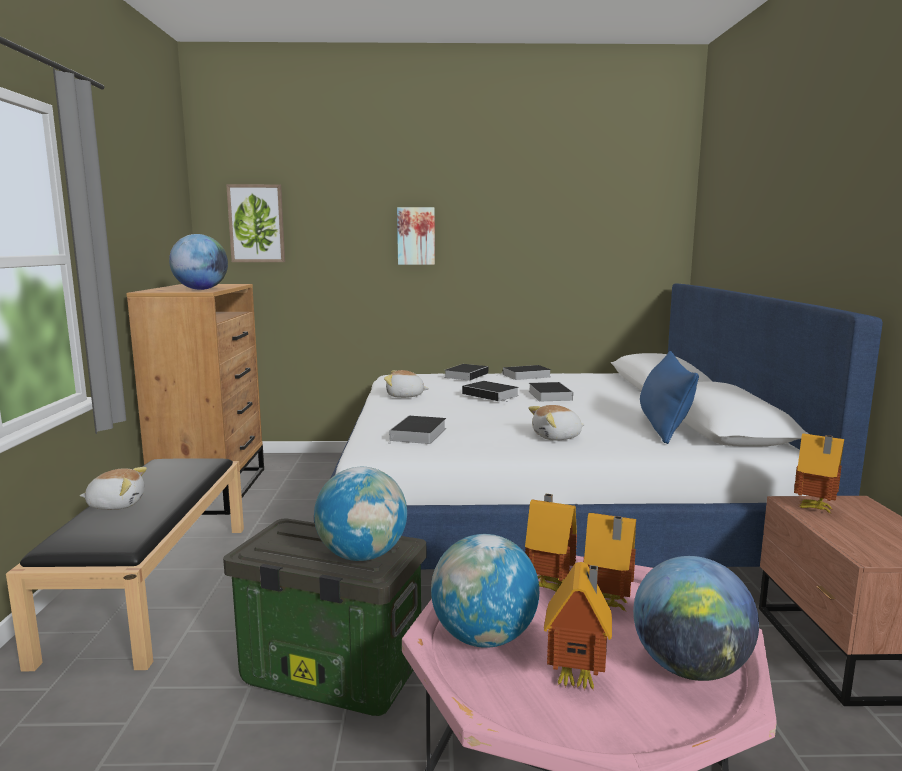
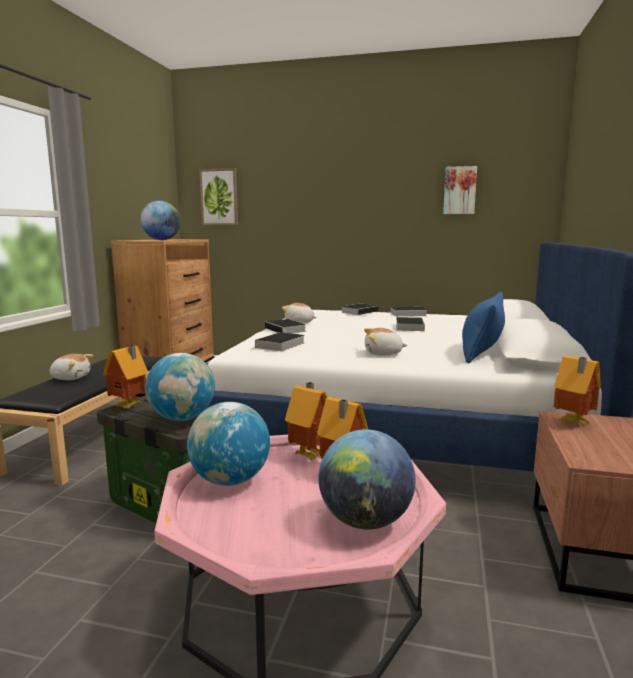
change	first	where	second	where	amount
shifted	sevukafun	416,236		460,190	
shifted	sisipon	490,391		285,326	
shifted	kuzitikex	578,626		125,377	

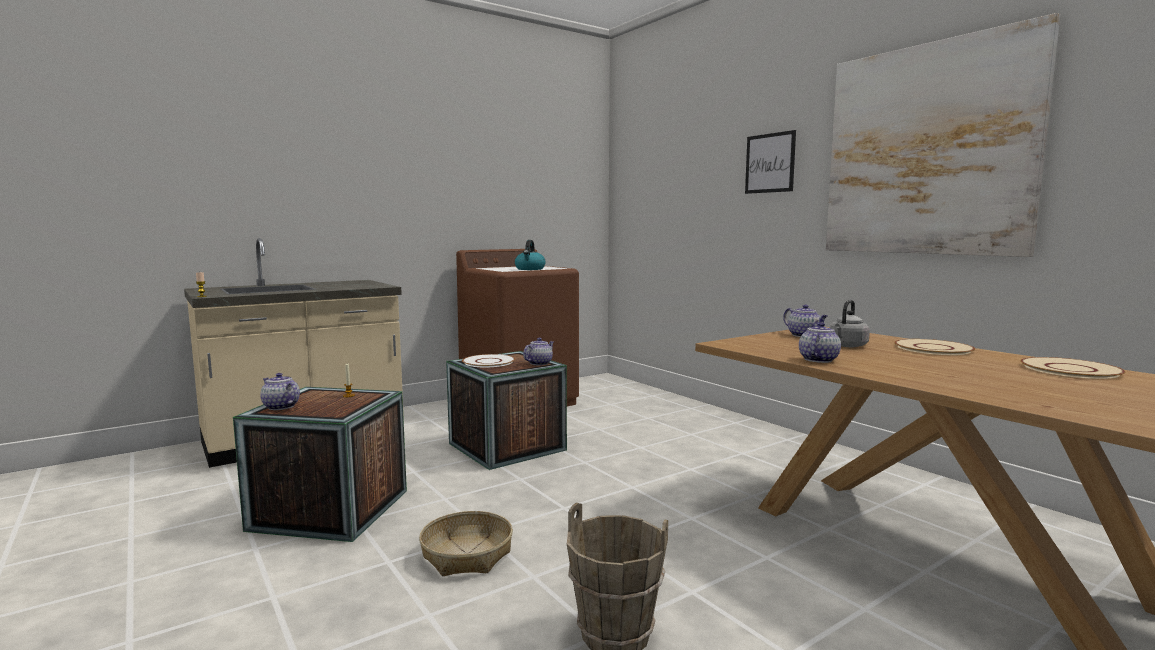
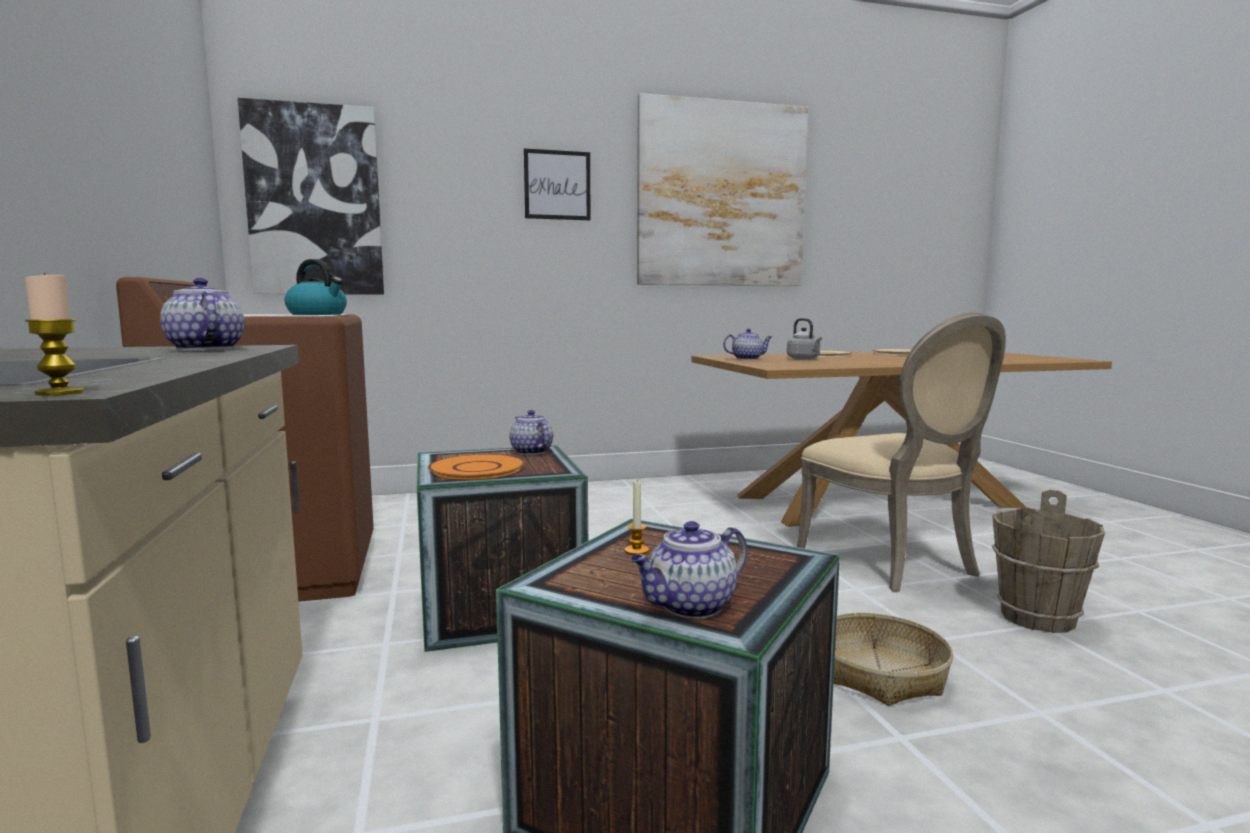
change	first	where	second	where	amount
shifted	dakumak	820,342		202,314	
repainted	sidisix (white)	488,361	sidisix (orange)	476,467	
new			sevukafun	311,196	
new			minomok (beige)	901,452	

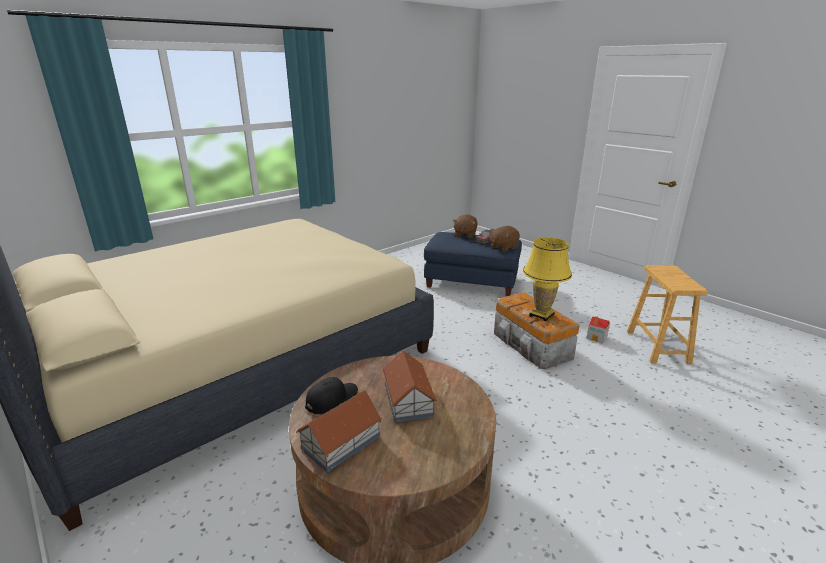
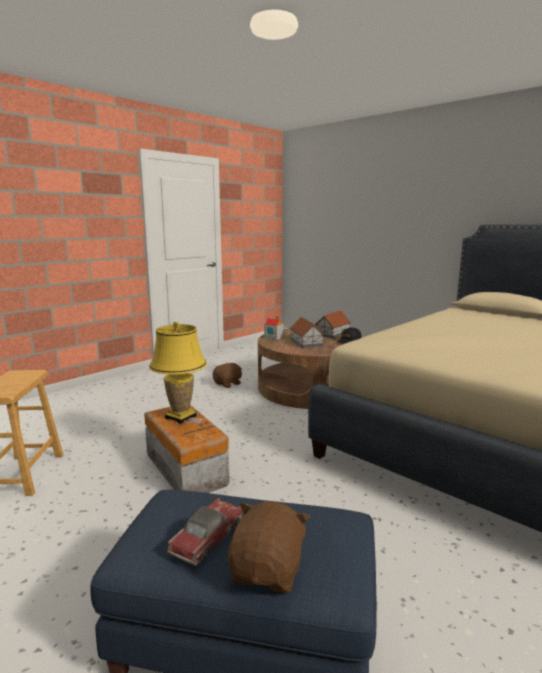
change	first	where	second	where	amount
shifted	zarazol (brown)	505,238		227,375	
shifted	kuzitikex	598,330		273,327	

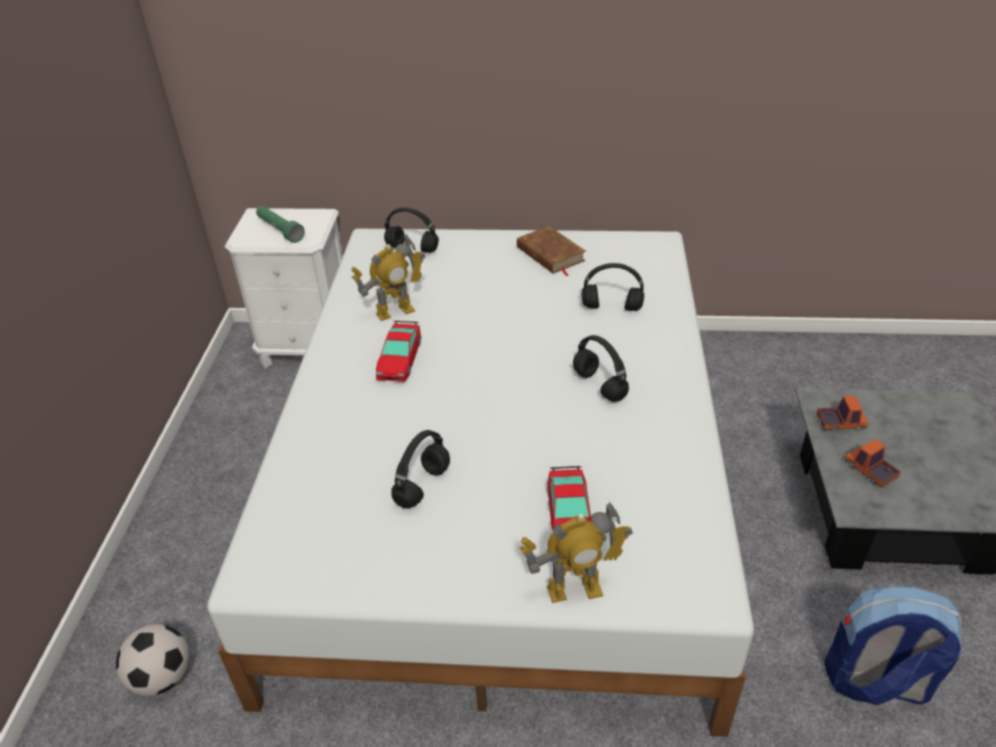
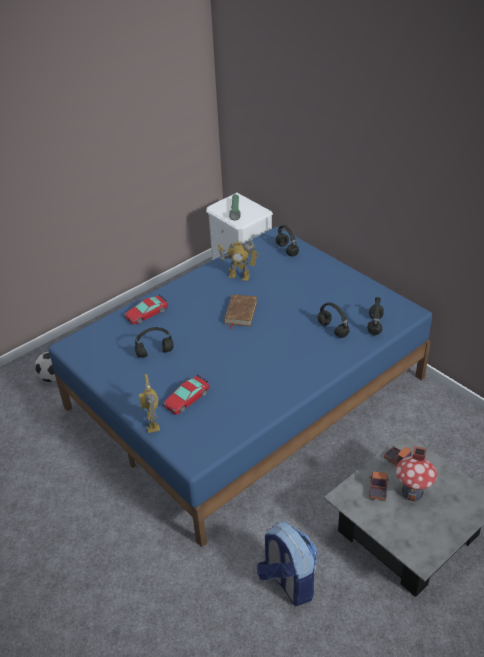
change	first	where	second	where	amount
shifted	sisipon (brown)	551,251		240,311	
repainted	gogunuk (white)	480,483	gogunuk (blue)	240,387	
shifted	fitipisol	398,351		146,309	
shifted	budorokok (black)	601,368		375,316	
rotated	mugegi	576,553		149,403	45 degrees clockwise
new			kuzitikex	416,474	

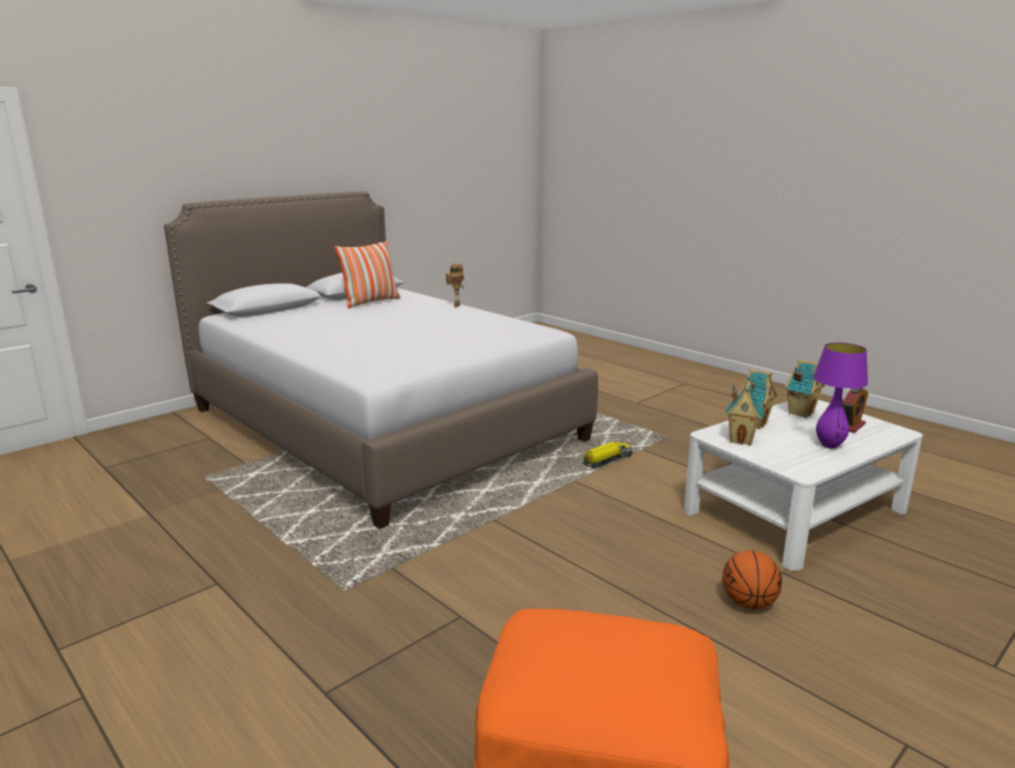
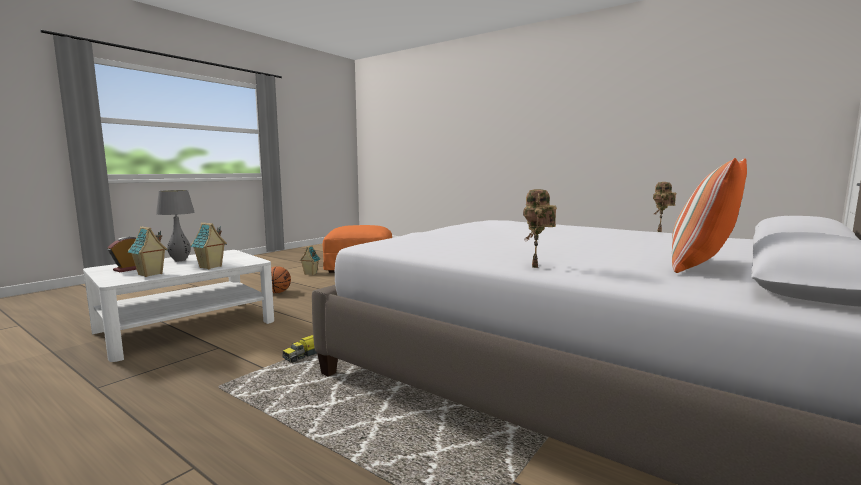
change	first	where	second	where	amount
repainted	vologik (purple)	840,396	vologik (grey)	175,225	
shifted	kuzitikex	744,413		310,260	
new			mugegi	664,207	

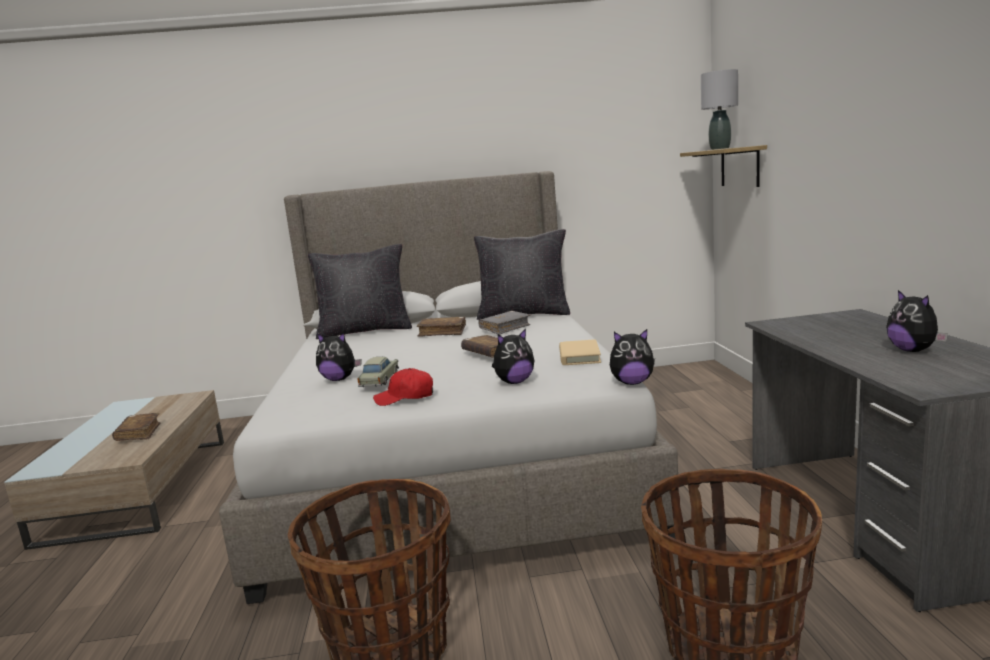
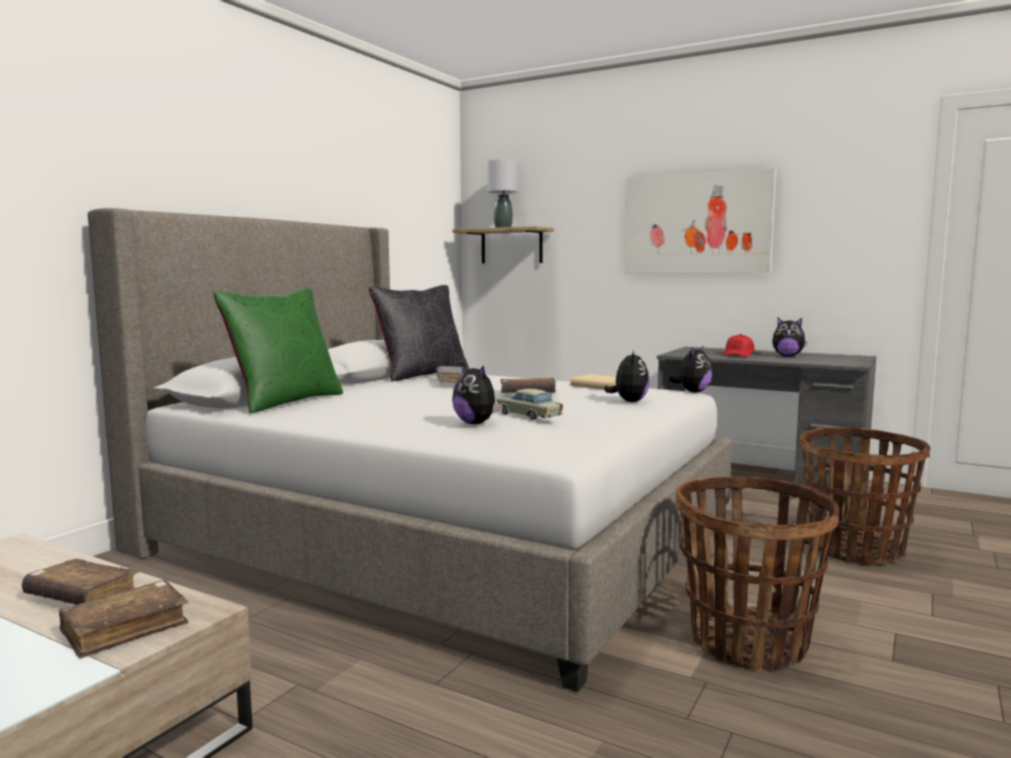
change	first	where	second	where	amount
repainted	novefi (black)	360,291	novefi (green)	278,351	
shifted	sisipon (brown)	441,327		124,619	
rotated	zarazol	338,356		477,393	90 degrees clockwise
shifted	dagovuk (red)	403,387		739,345	
new			sevukafun	700,220	

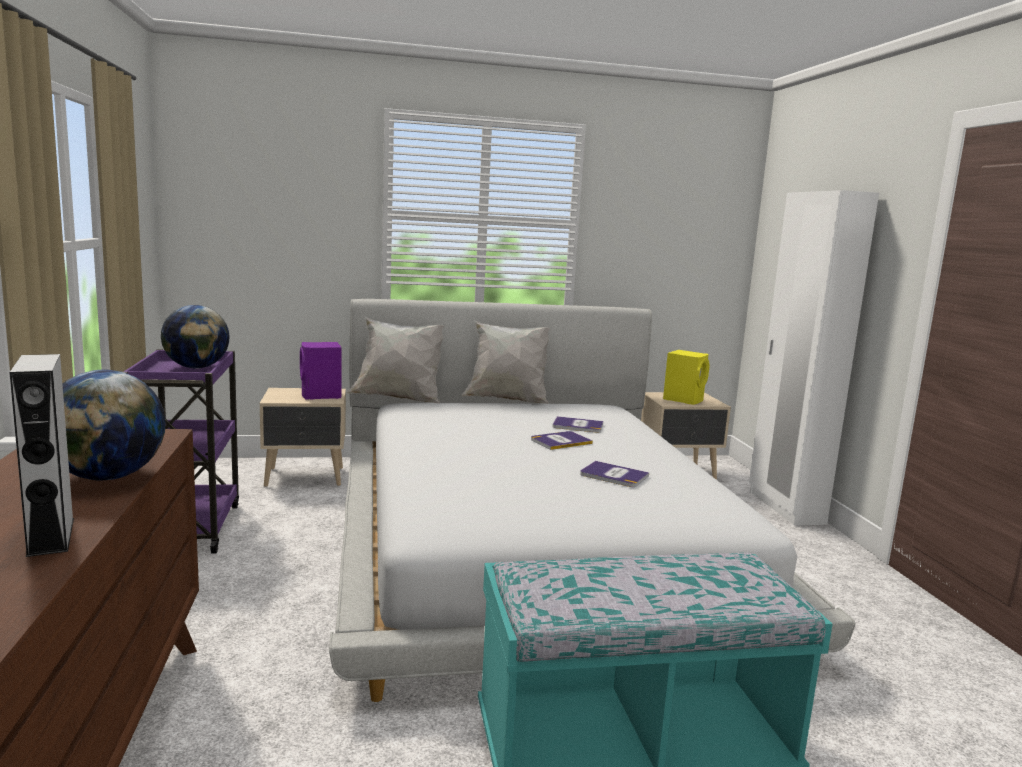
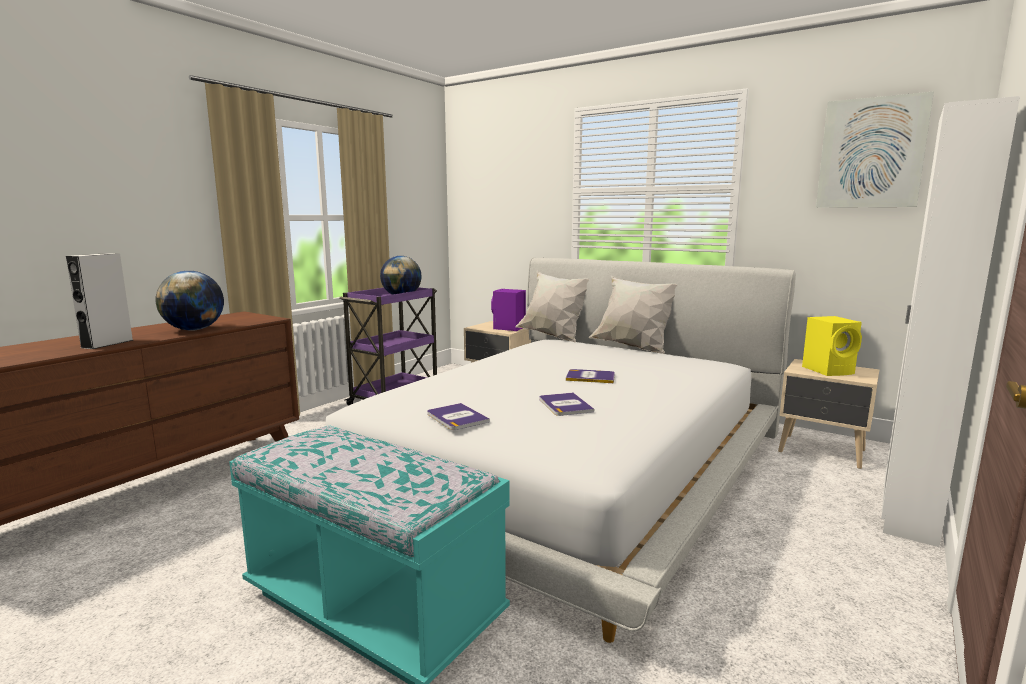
change	first	where	second	where	amount
shifted	sisipon	577,424		458,416	
new			sevukafun	875,149	

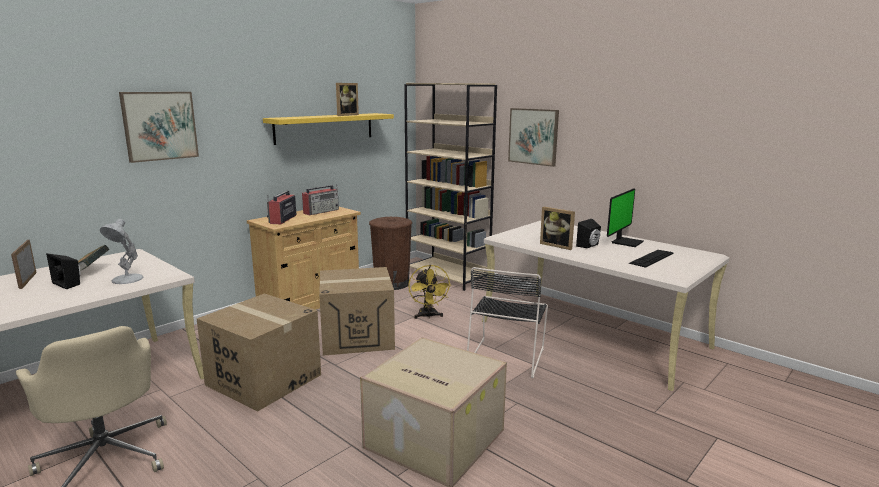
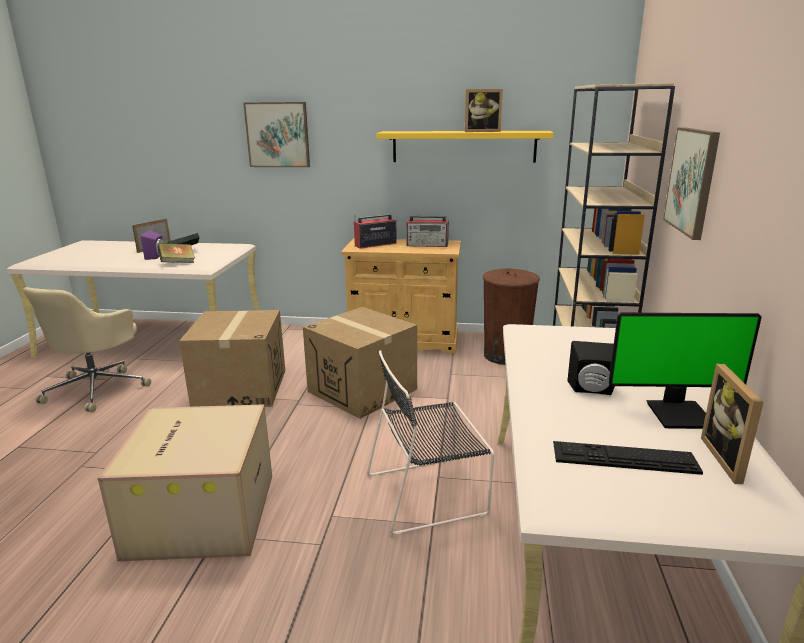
change	first	where	second	where	amount
shifted	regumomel	557,228		732,424	
swapped	vologik (white)	122,251	sisipon	176,253	
repainted	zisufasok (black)	63,271	zisufasok (purple)	152,245	
gone	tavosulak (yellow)	429,292			

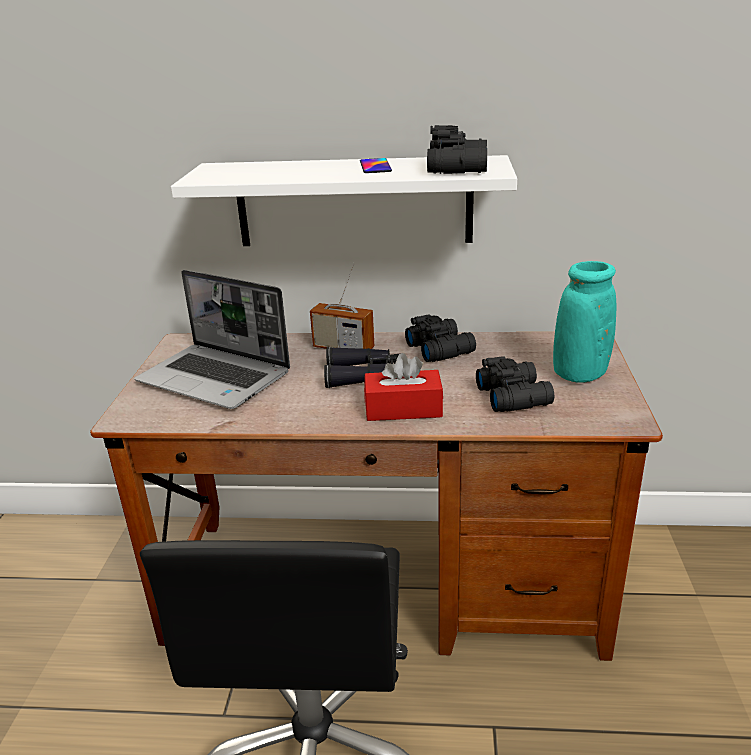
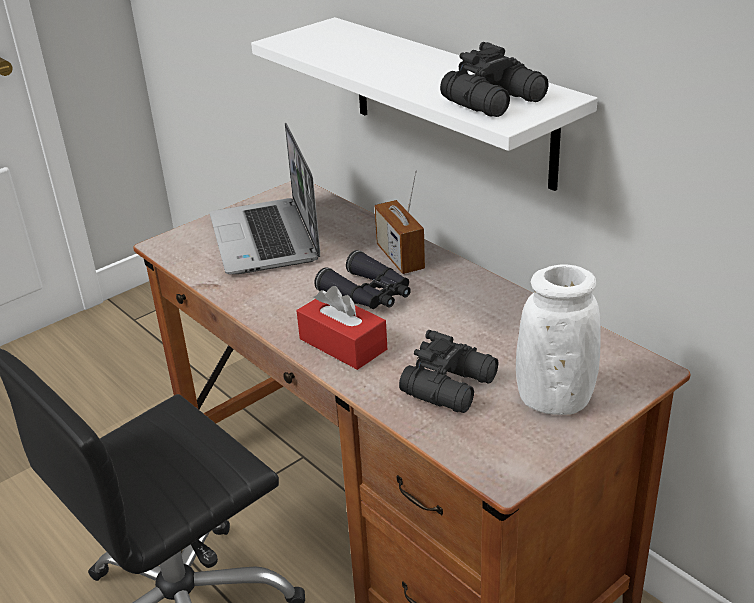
change	first	where	second	where	amount
gone	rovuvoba	376,165			
repainted	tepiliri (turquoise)	584,322	tepiliri (white)	558,339	
gone	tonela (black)	440,338			

